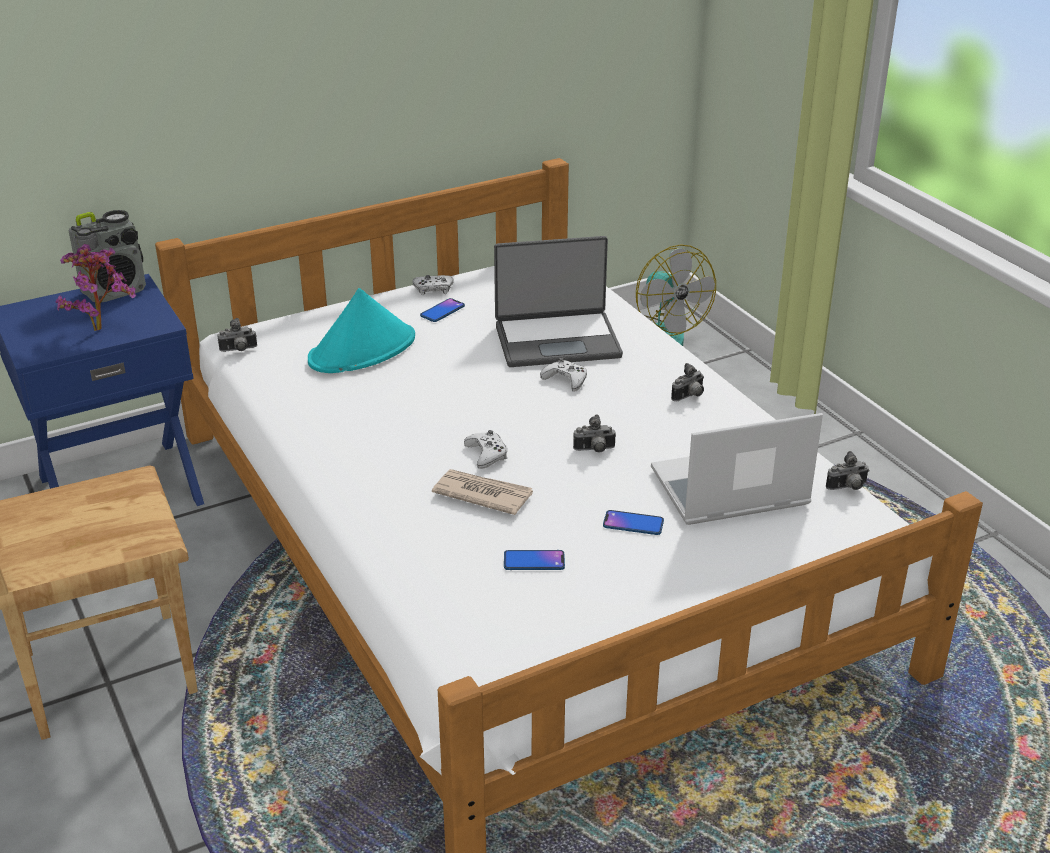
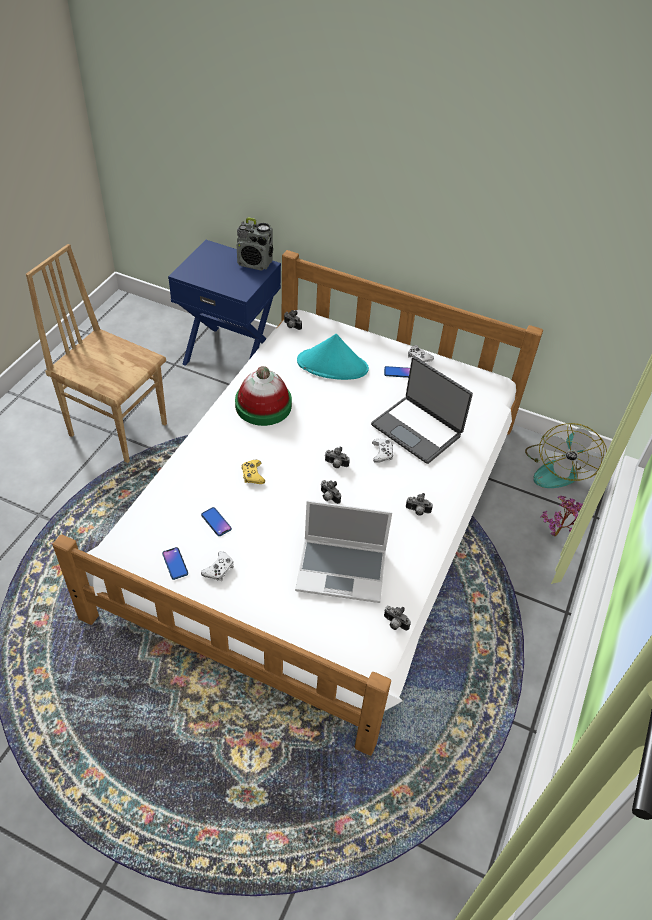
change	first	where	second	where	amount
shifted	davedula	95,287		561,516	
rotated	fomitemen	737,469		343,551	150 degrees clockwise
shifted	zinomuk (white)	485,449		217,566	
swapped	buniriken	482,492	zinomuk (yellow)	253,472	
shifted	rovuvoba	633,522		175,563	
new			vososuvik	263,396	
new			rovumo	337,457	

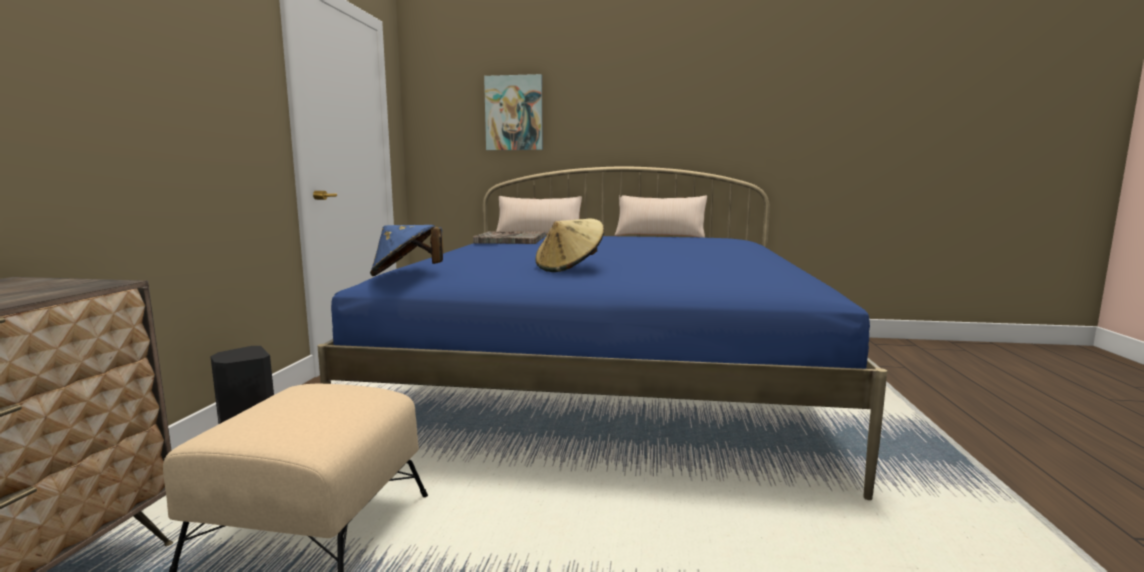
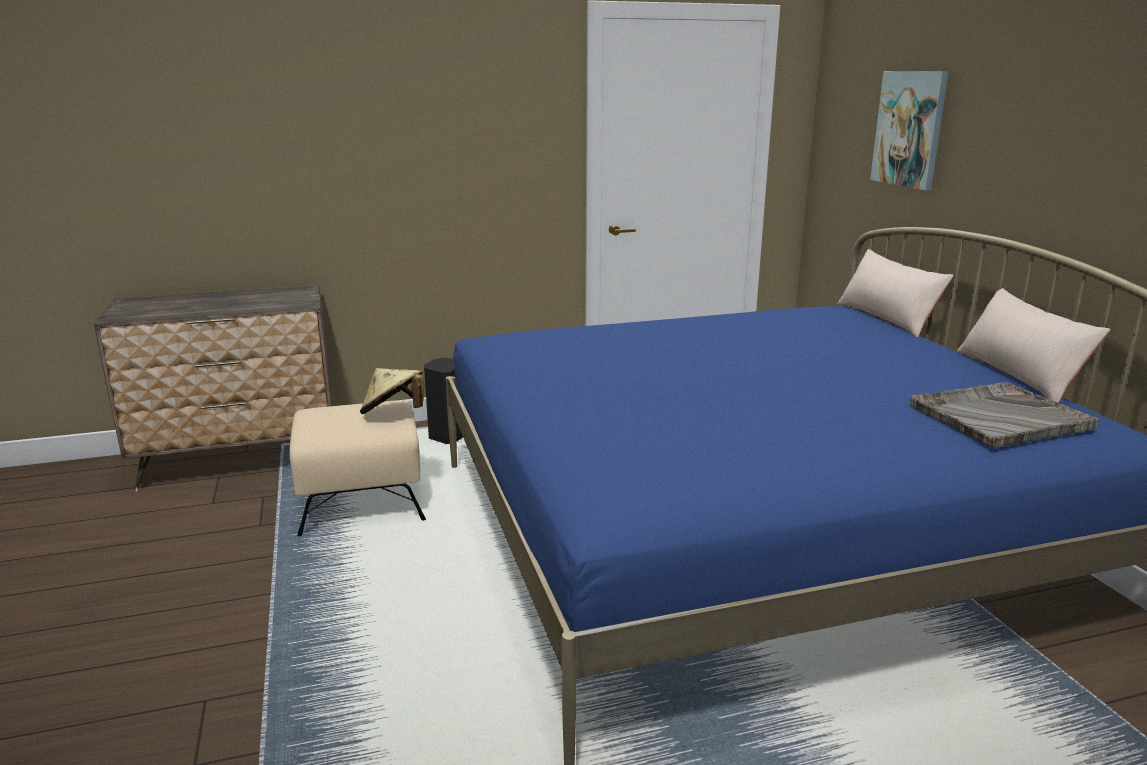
change	first	where	second	where	amount
shifted	vososuvik (beige)	569,245		392,391	
gone	vososuvik (blue)	406,250			
shifted	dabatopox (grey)	509,237		1004,415	

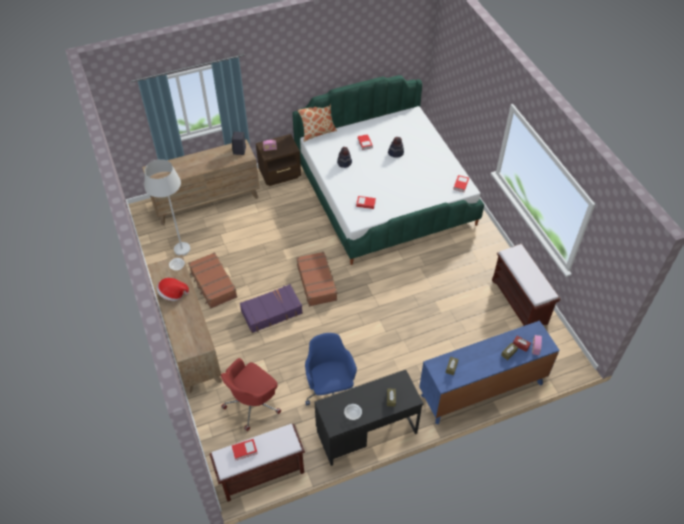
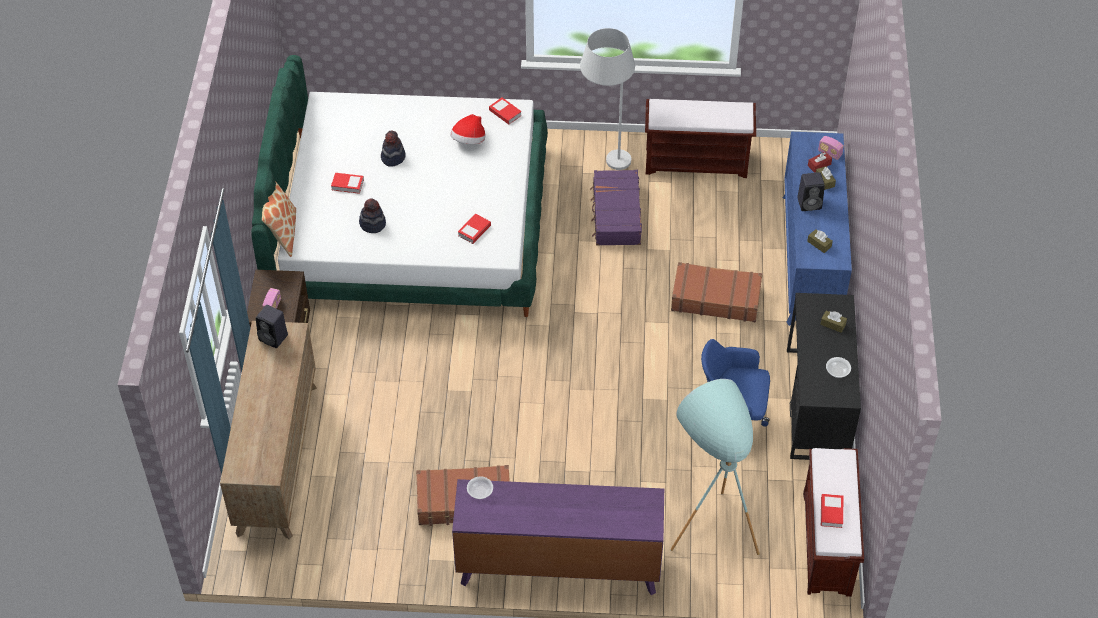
change	first	where	second	where	amount
shifted	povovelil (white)	167,207		607,99	
shifted	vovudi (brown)	317,279		717,292	
repainted	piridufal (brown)	185,324	piridufal (purple)	558,537	
shifted	vososuvik	173,289		467,129	
shifted	vovudi (purple)	271,308		616,208	
swapped	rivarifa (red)	251,394	povovelil (turquoise)	715,467	
new			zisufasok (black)	811,191	

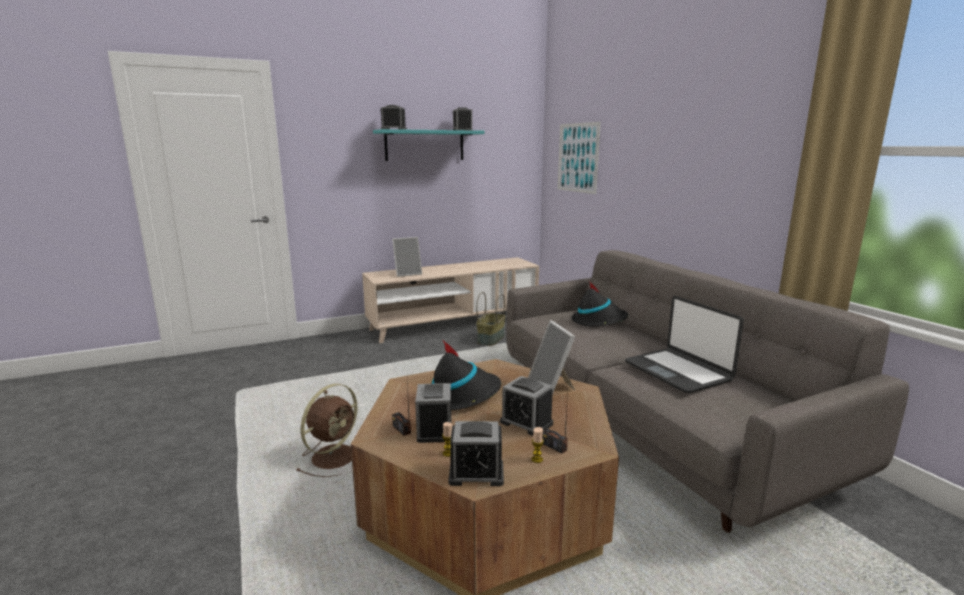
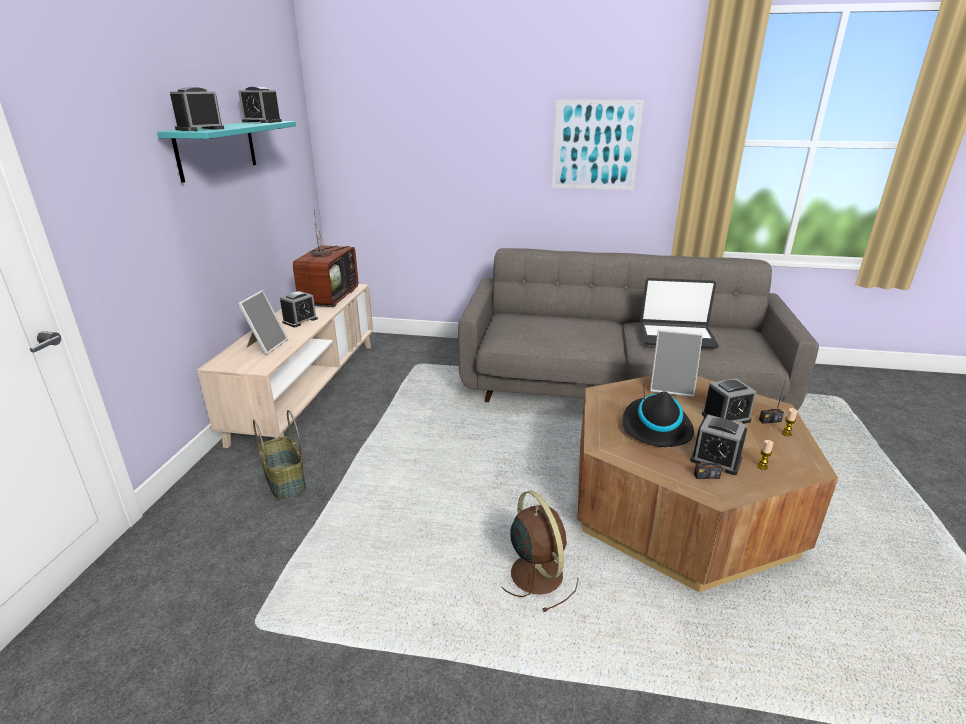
change	first	where	second	where	amount
shifted	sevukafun	579,158		598,145	
gone	vososuvik (black)	600,303			
shifted	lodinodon	490,319		279,455	
shifted	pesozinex	476,453		299,309	
new			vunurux	325,258	

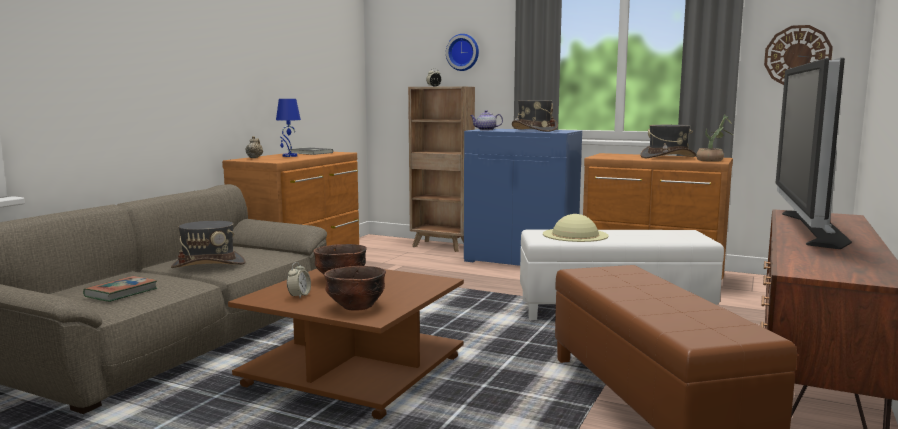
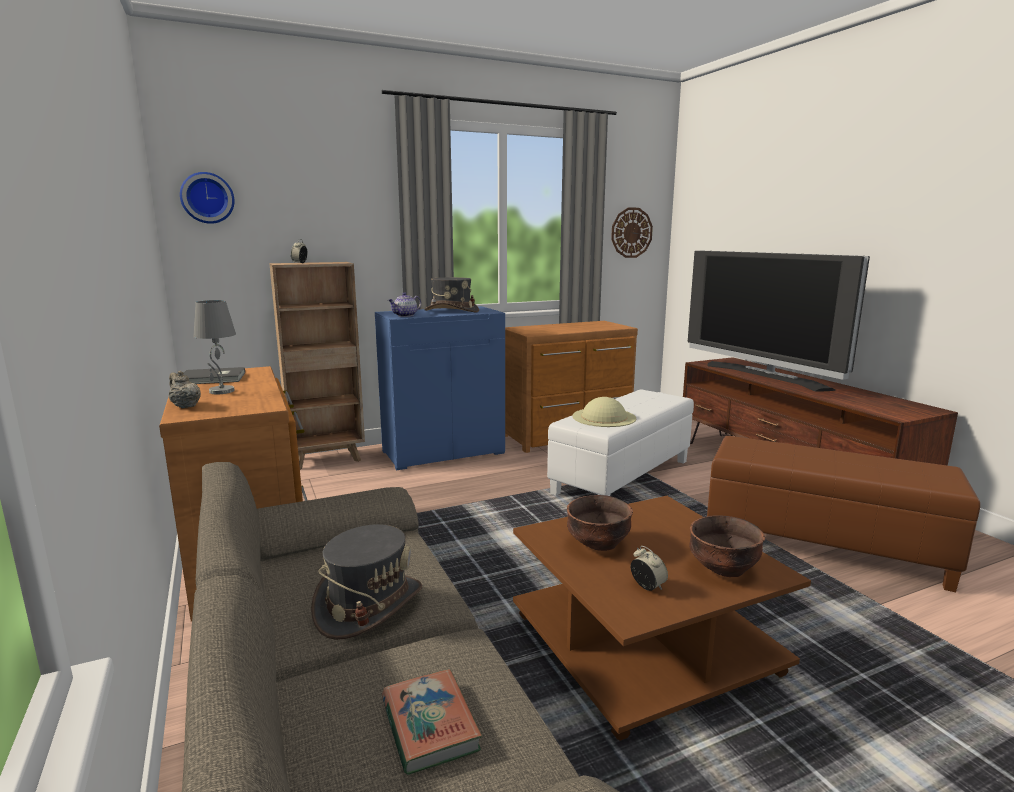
change	first	where	second	where	amount
shifted	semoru	462,52		207,198	
repainted	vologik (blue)	288,128	vologik (grey)	214,347	
gone	davedula	714,138			
gone	vososuvik (grey)	668,141			

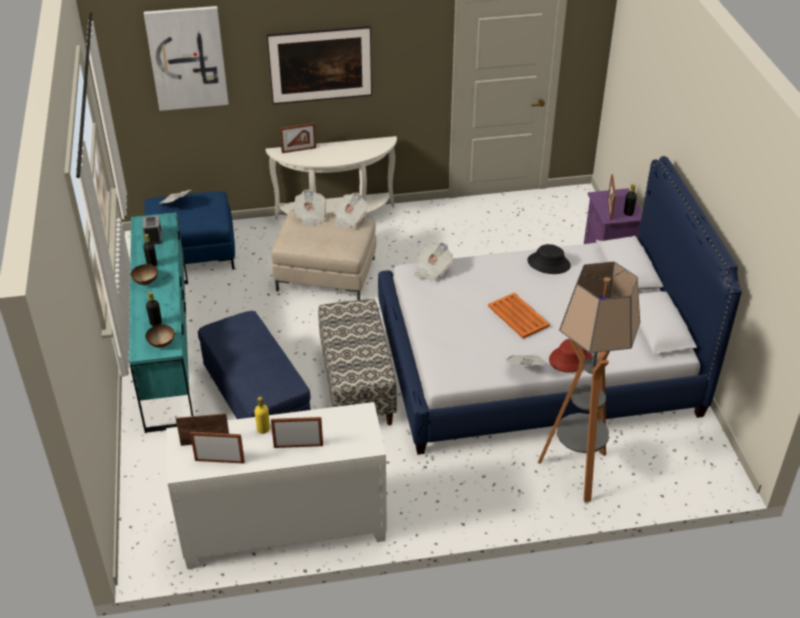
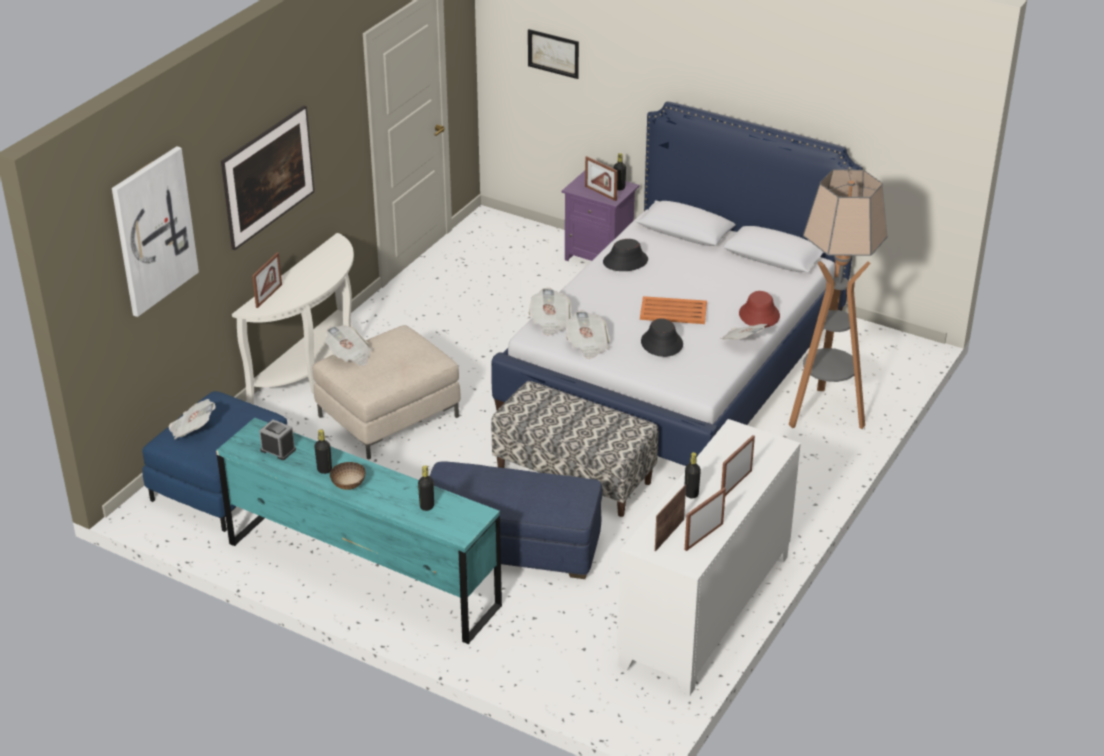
change	first	where	second	where	amount
shifted	buniriken	351,210		588,334	
gone	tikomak	160,336			
repainted	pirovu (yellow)	262,415	pirovu (black)	693,475	
new			sevukafun	553,54	
new			vososuvik (black)	662,337	

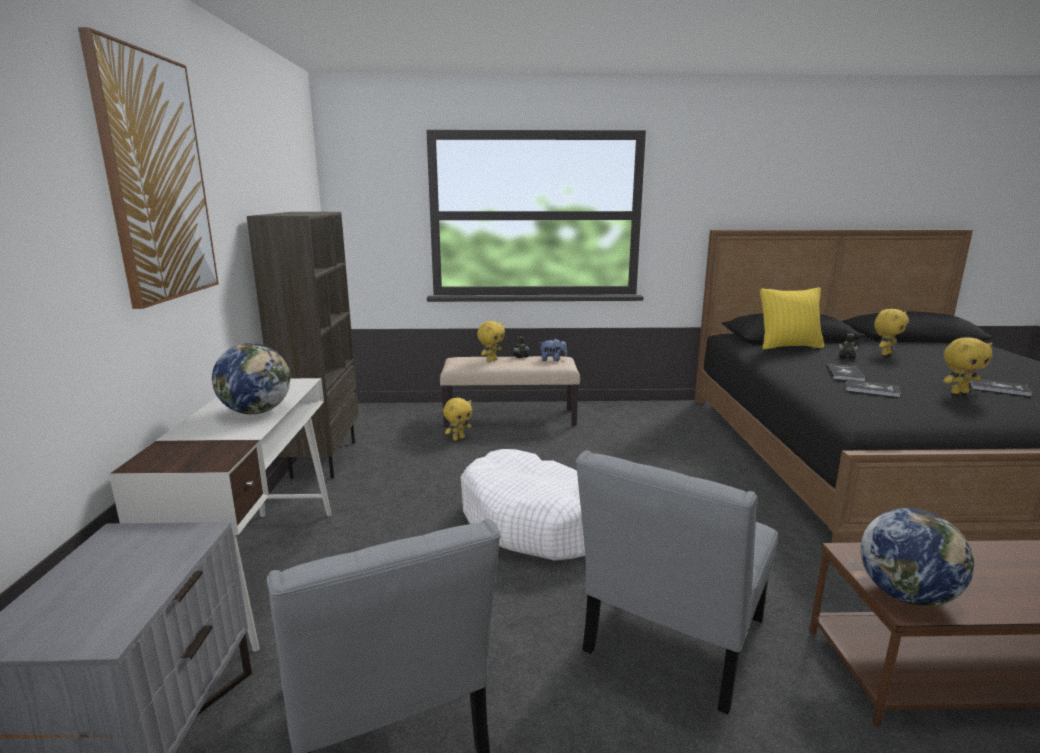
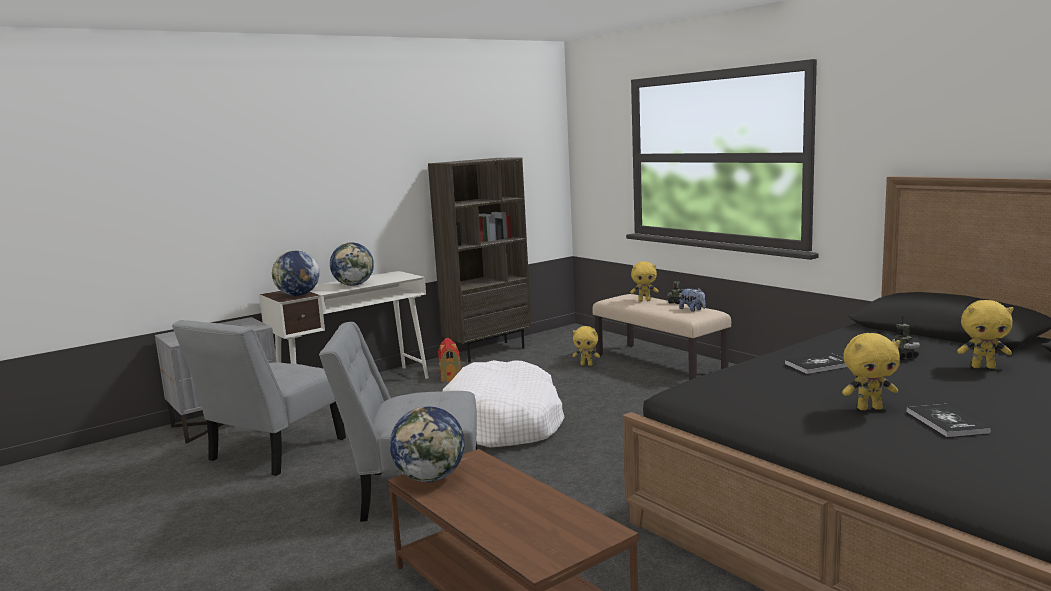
change	first	where	second	where	amount
gone	sevukafun	148,168			
gone	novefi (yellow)	792,318			
rotated	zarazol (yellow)	968,365		871,371	45 degrees counterclockwise
gone	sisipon	873,388			
new			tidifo	295,273	
new			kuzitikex	449,360	

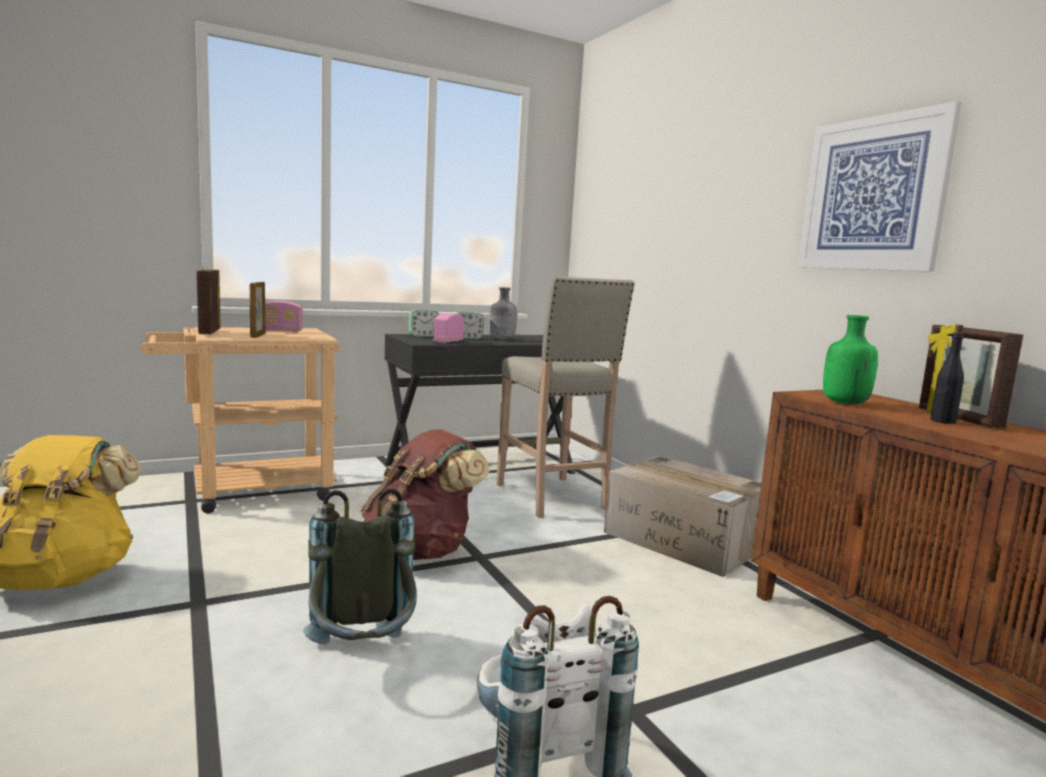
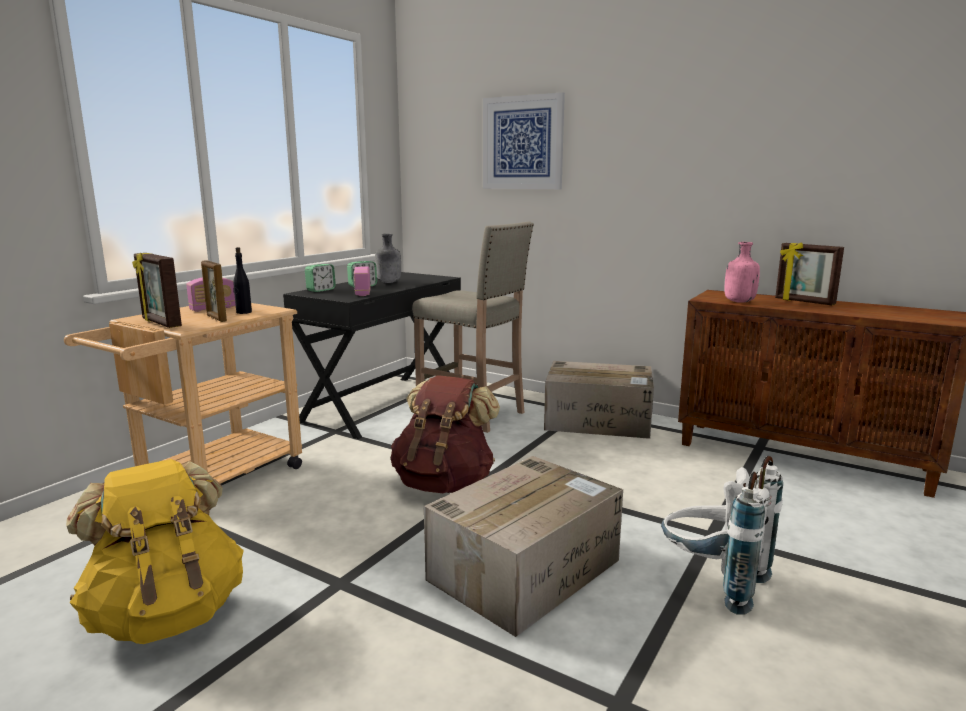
change	first	where	second	where	amount
shifted	sevukafun	880,186		524,140	
repainted	pirovu (green)	850,359	pirovu (pink)	742,272	
shifted	pirovu (black)	947,374		242,280	
swapped	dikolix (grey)	360,566	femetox	523,546	

